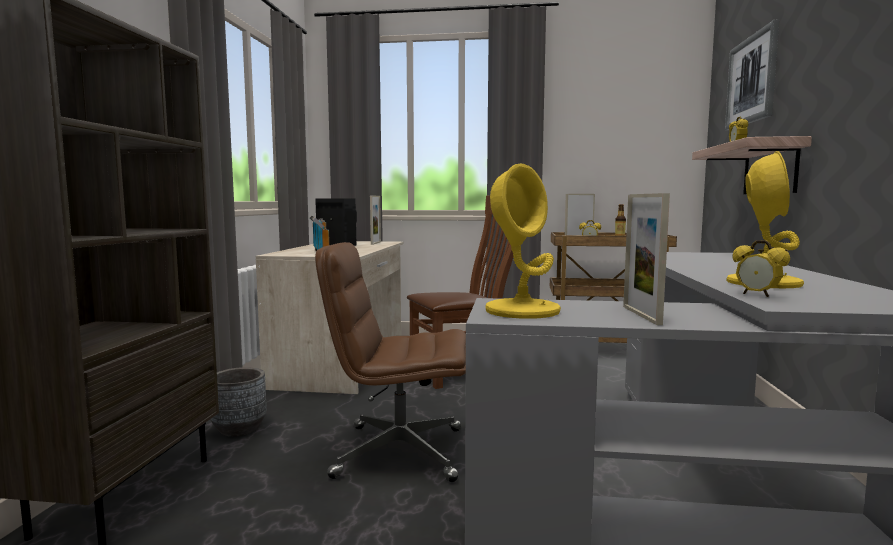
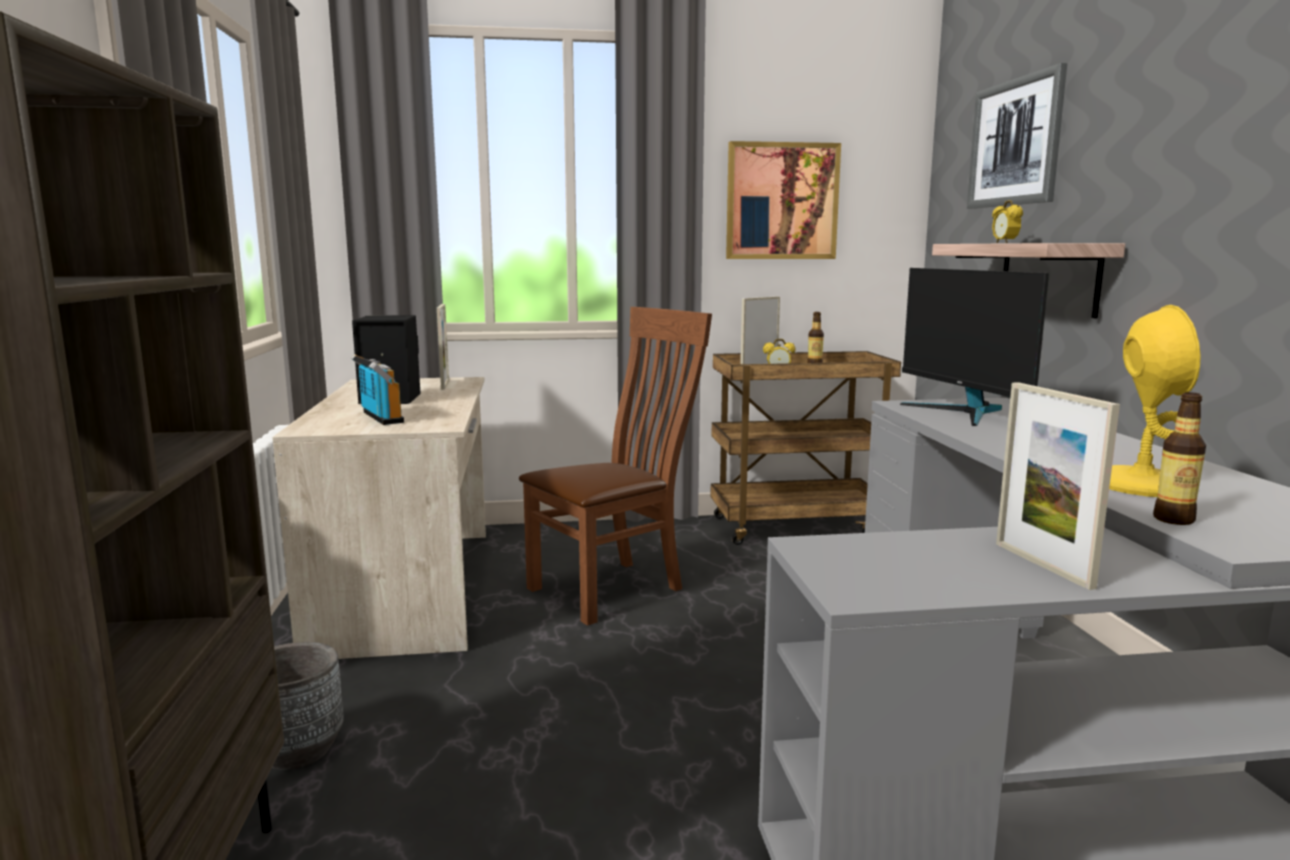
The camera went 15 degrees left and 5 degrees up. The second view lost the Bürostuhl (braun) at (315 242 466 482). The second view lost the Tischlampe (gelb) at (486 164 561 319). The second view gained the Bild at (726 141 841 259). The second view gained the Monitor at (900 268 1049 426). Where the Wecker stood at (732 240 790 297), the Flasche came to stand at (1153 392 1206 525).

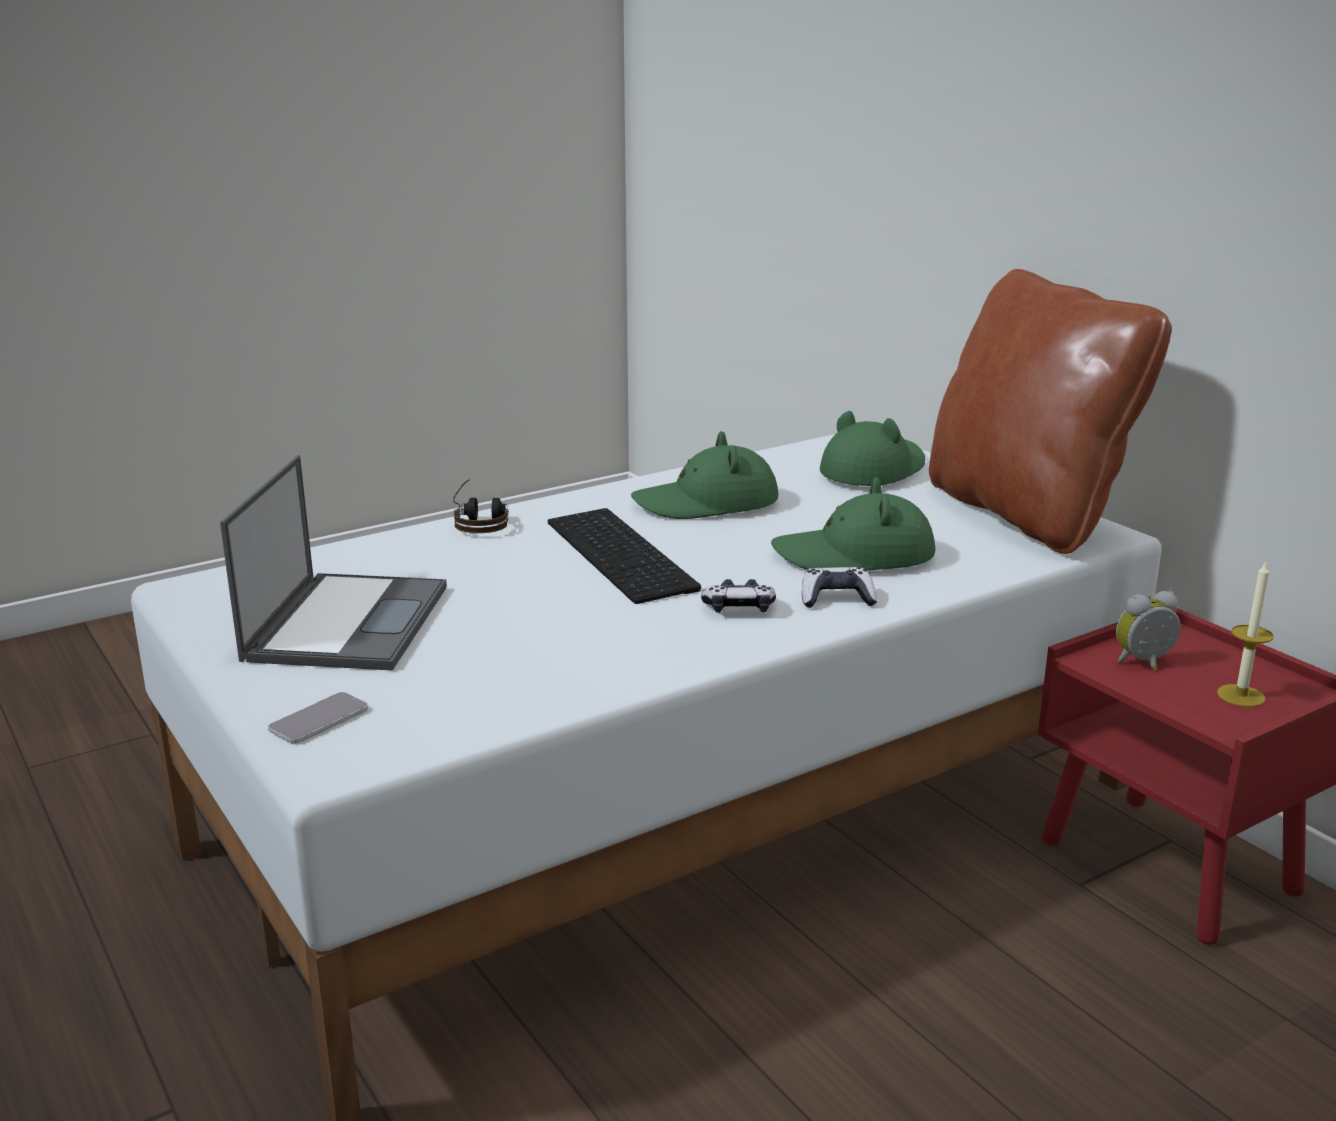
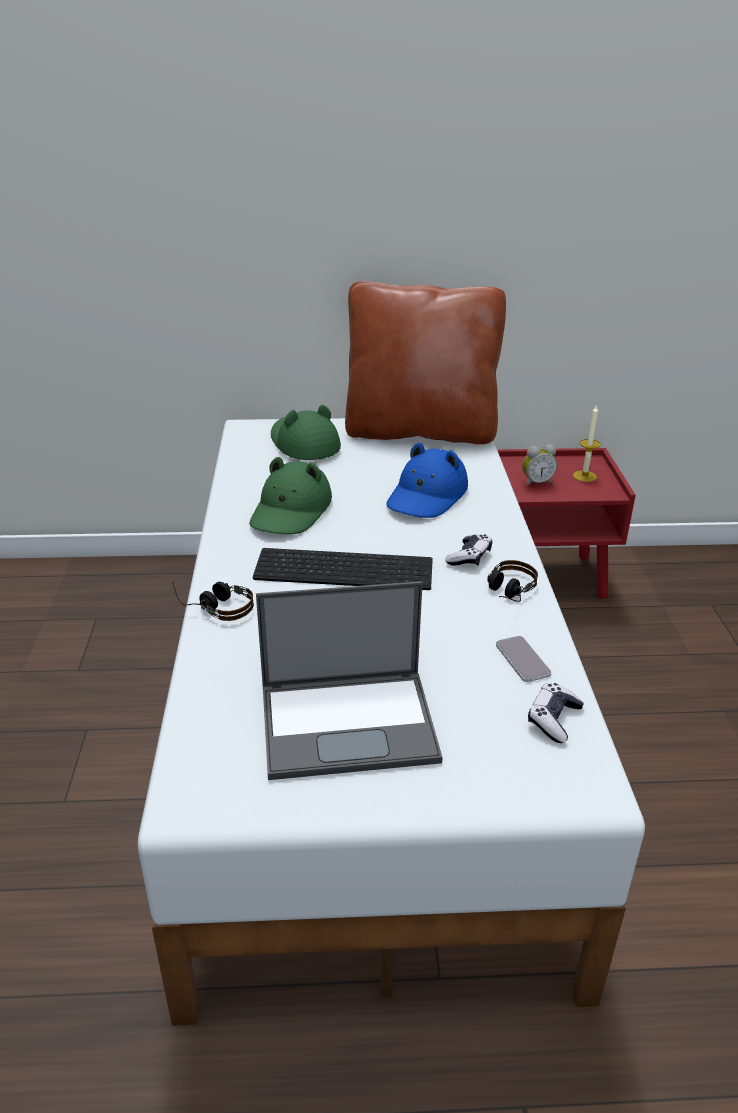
The camera went 60 degrees left and 10 degrees up. The second view gained the Kopfhörer at (487 560 538 602). The Handy ended up elsewhere, having gone from (268 692 368 744) to (496 636 551 682). The Gamepad ended up elsewhere, having gone from (802 567 877 608) to (528 683 584 743). What was the Hut (grün) at (771 477 935 571) turned into the Hut (blau) at (386 443 468 518). The Laptop at (220 455 447 671) ended up facing another way, 135 degrees clockwise from before. The Wecker at (1116 591 1180 671) ended up facing another way, 120 degrees counterclockwise from before.

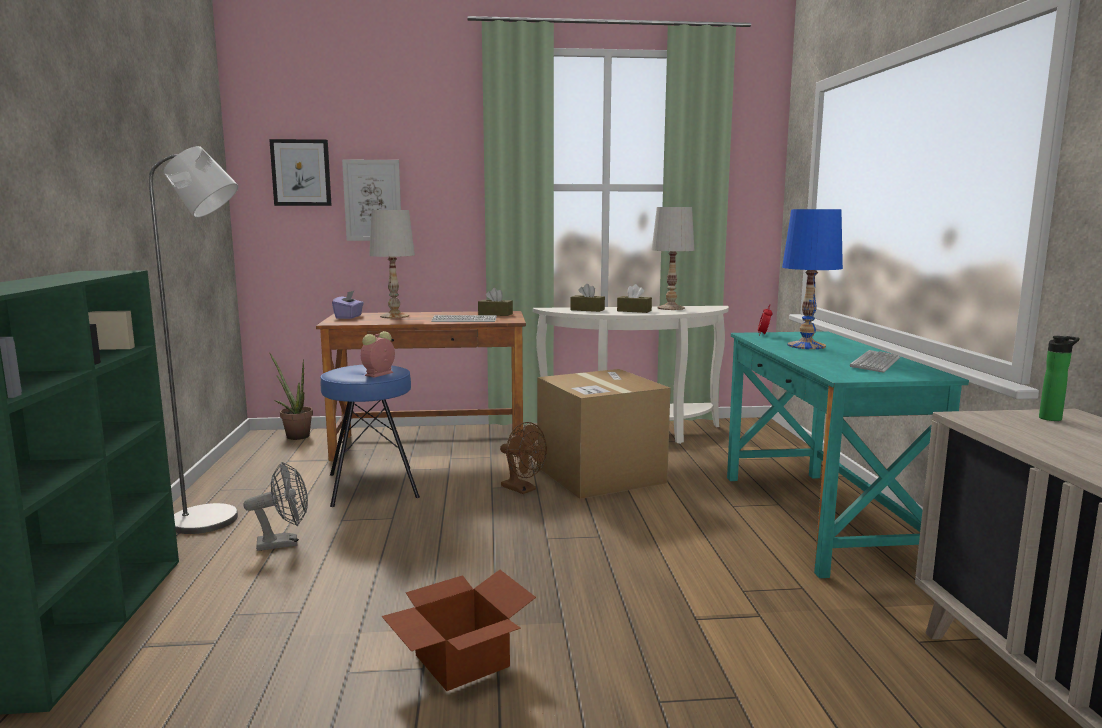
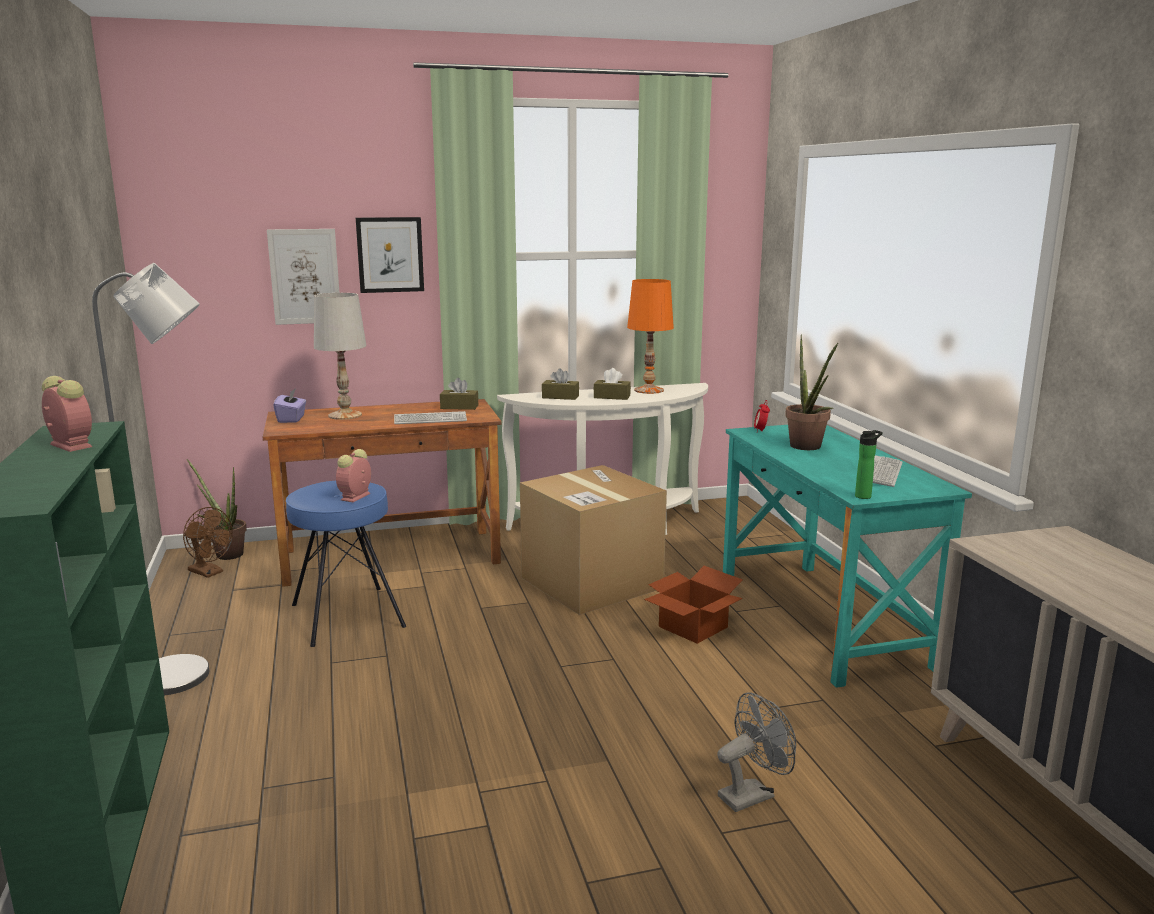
The camera went 10 degrees left and 5 degrees up. The second view gained the Wecker at (42 376 92 452). The Ventilator (grau) ended up elsewhere, having gone from (243 462 308 551) to (717 693 796 812). The Bild ended up elsewhere, having gone from (269 139 332 206) to (356 217 424 293). The Karton ended up elsewhere, having gone from (382 570 536 691) to (644 566 743 644). The Ventilator (braun) ended up elsewhere, having gone from (500 422 547 494) to (183 507 233 578). The Flasche ended up elsewhere, having gone from (1039 336 1080 421) to (855 430 883 499). Where the Tischlampe (blau) stood at (782 209 843 349), the Topfpflanze came to stand at (785 334 838 450). What was the Tischlampe (weiß) at (652 207 694 310) turned into the Tischlampe (orange) at (627 279 674 394).

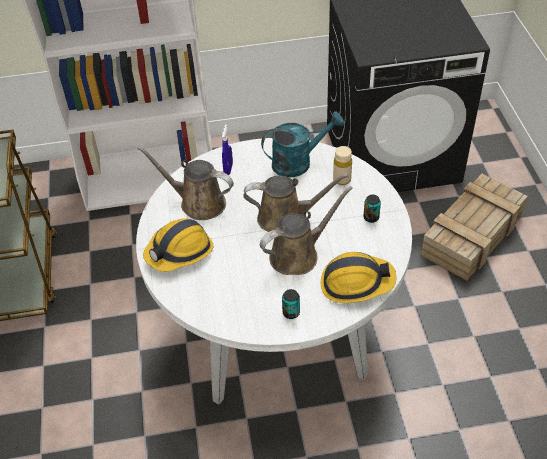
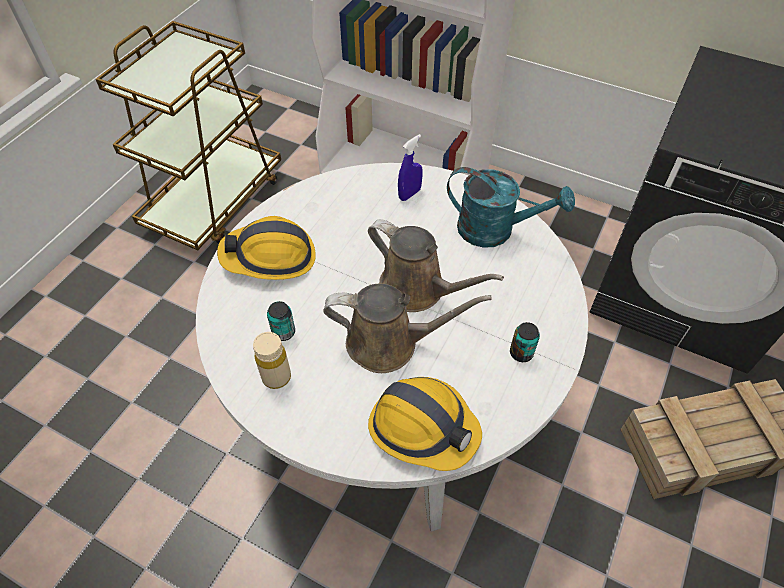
The camera went 35 degrees right and 5 degrees up. The second view lost the Gießkanne (braun) at (137 146 234 220). The Dose ended up elsewhere, having gone from (282 289 300 319) to (267 301 295 341). The Flasche (beige) ended up elsewhere, having gone from (333 146 352 185) to (253 332 291 389).

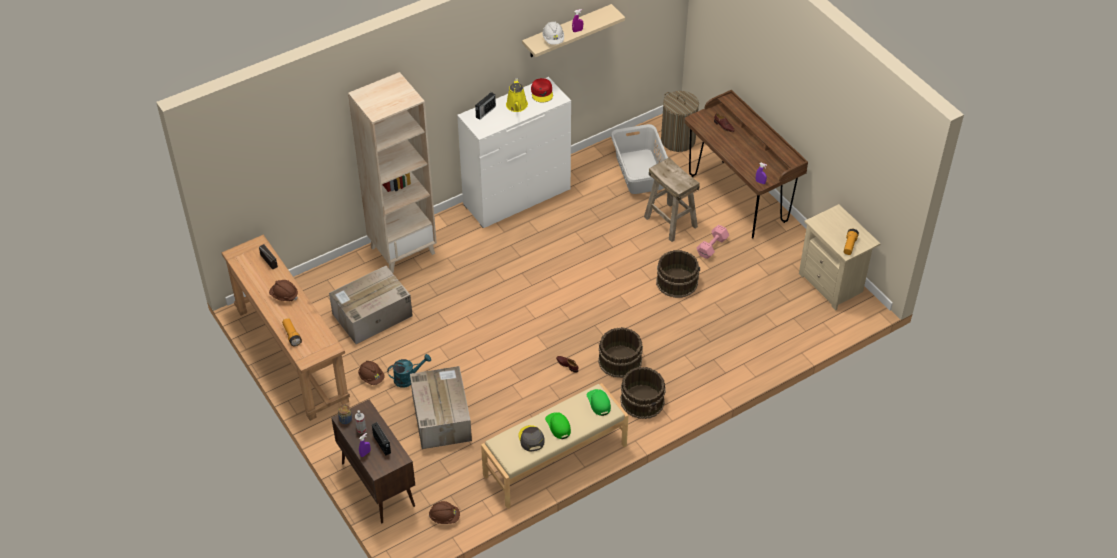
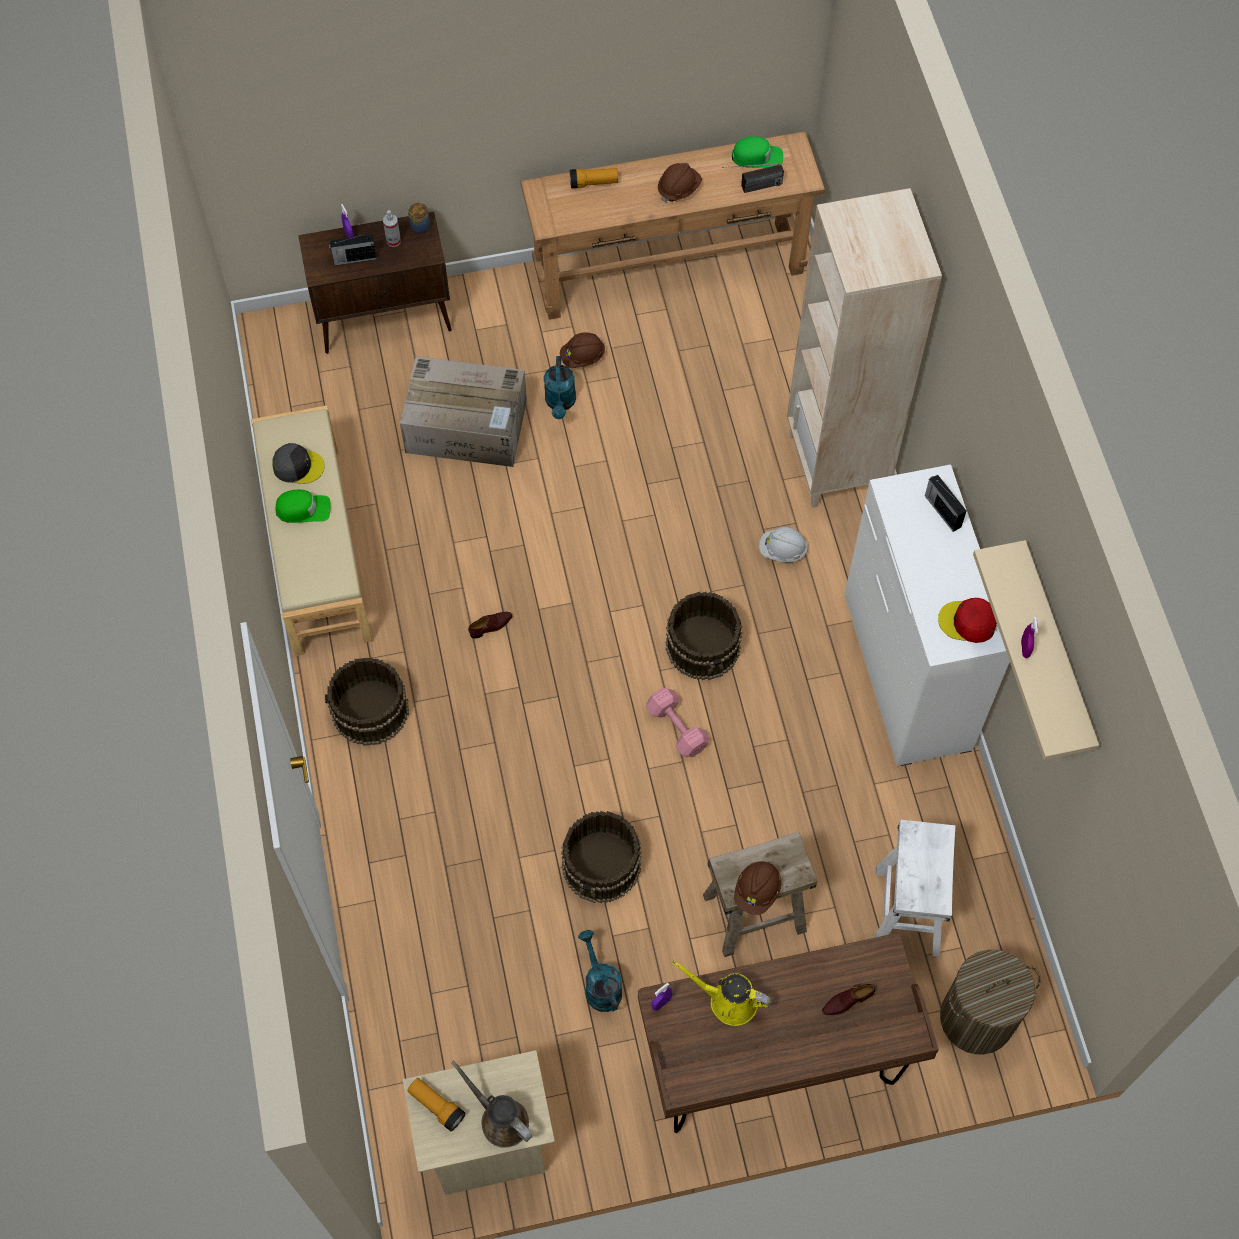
The camera went 110 degrees right and 15 degrees up. The second view lost the Karton at (329 266 413 344). The second view gained the Gießkanne (braun) at (451 1060 533 1148). The second view gained the Gießkanne (türkis) at (578 930 622 1012). The Schutzhelm (braun) ended up elsewhere, having gone from (429 501 460 524) to (734 861 782 915). The Gießkanne (gelb) ended up elsewhere, having gone from (506 78 528 112) to (672 961 772 1026). The Schutzhelm (weiß) ended up elsewhere, having gone from (542 22 564 45) to (759 527 808 562). The Kappe (grün) ended up elsewhere, having gone from (587 389 611 416) to (732 136 783 168). The Eimer (braun) ended up elsewhere, having gone from (598 327 643 378) to (666 592 742 680). The Hantel (rosa) ended up elsewhere, having gone from (697 225 729 259) to (646 688 710 757). Where the Wäschekorb (grau) stood at (611 124 668 194), the Hocker (weiß) came to stand at (873 820 955 957).

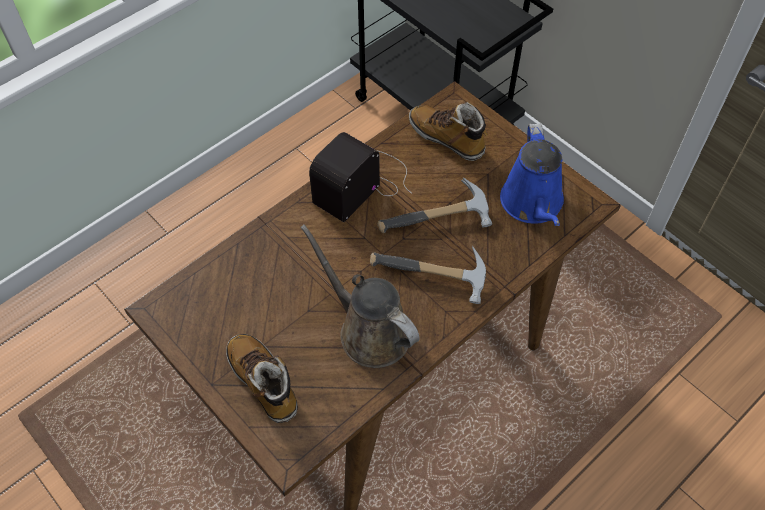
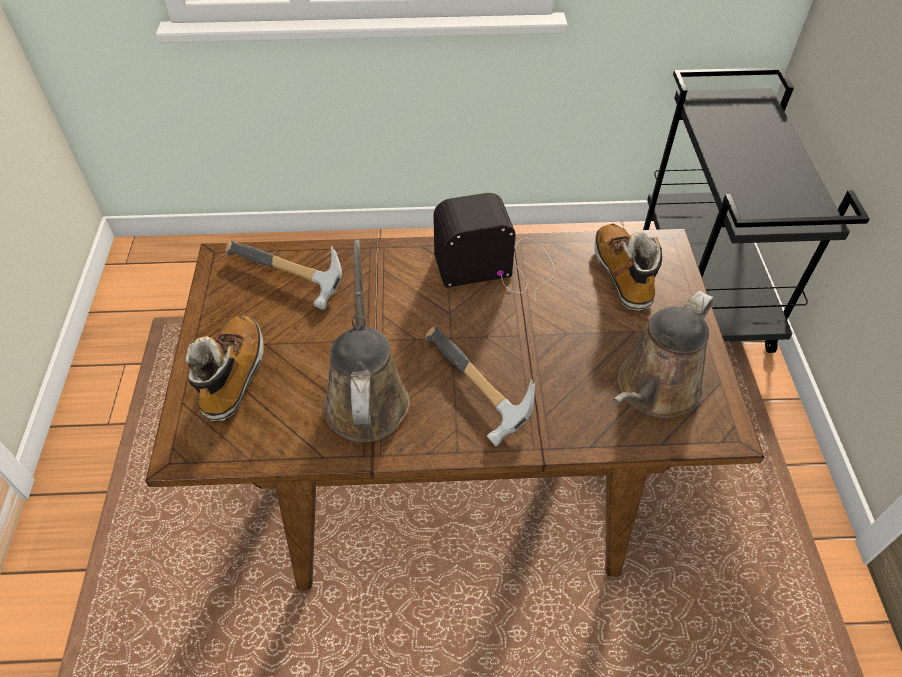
The camera went 40 degrees right and 5 degrees down. The Hammer ended up elsewhere, having gone from (378 177 492 233) to (225 240 342 310). What was the Gießkanne (blau) at (500 123 564 226) turned into the Gießkanne (braun) at (613 291 714 418).

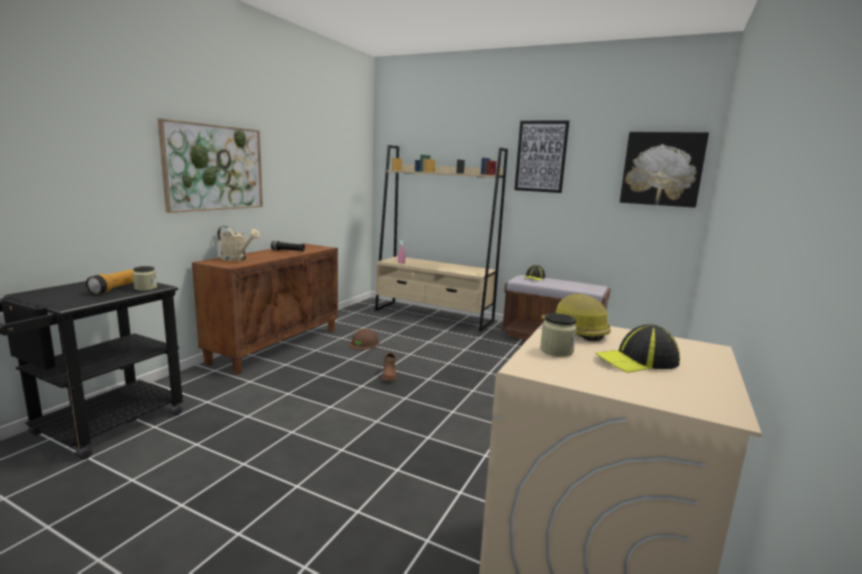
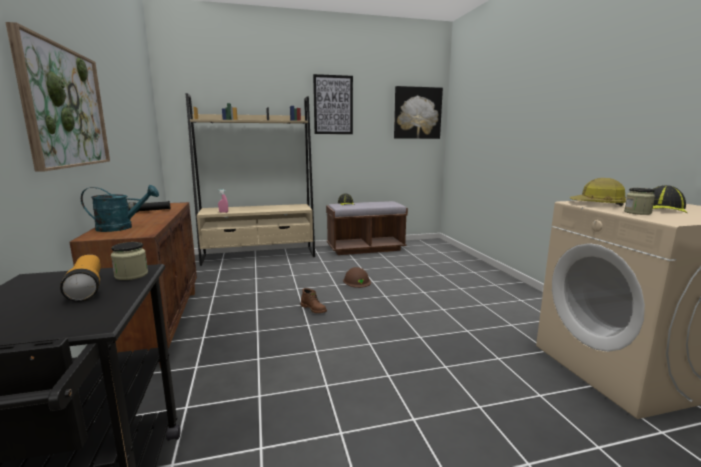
The camera went 40 degrees left and 0 degrees up. The Schutzhelm (braun) ended up elsewhere, having gone from (349 328 380 350) to (343 267 371 288). What was the Gießkanne (beige) at (217 226 260 261) turned into the Gießkanne (türkis) at (81 185 159 232).

